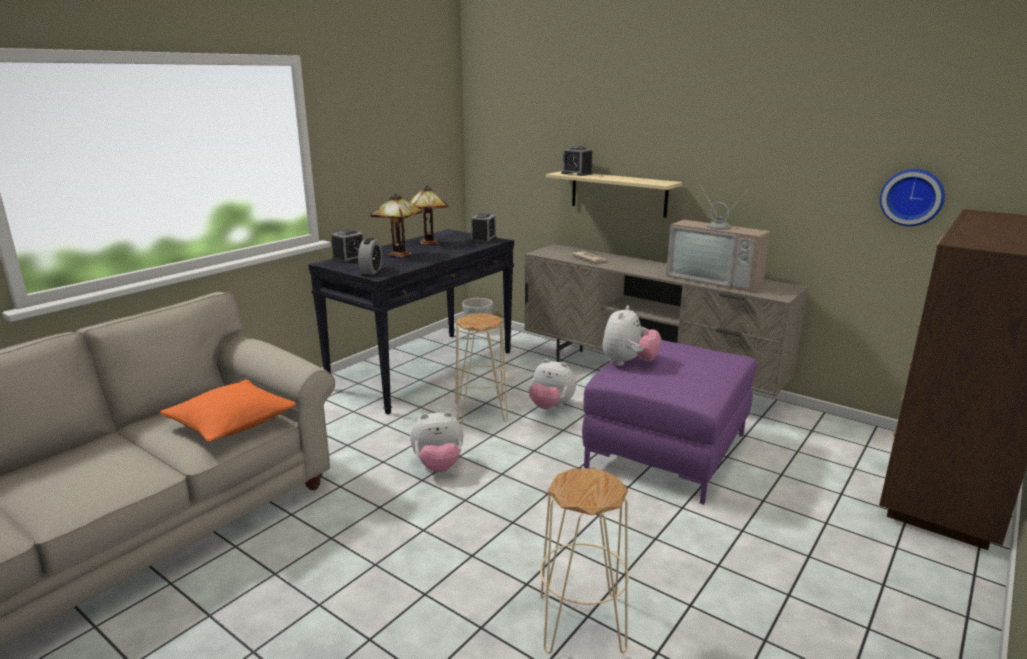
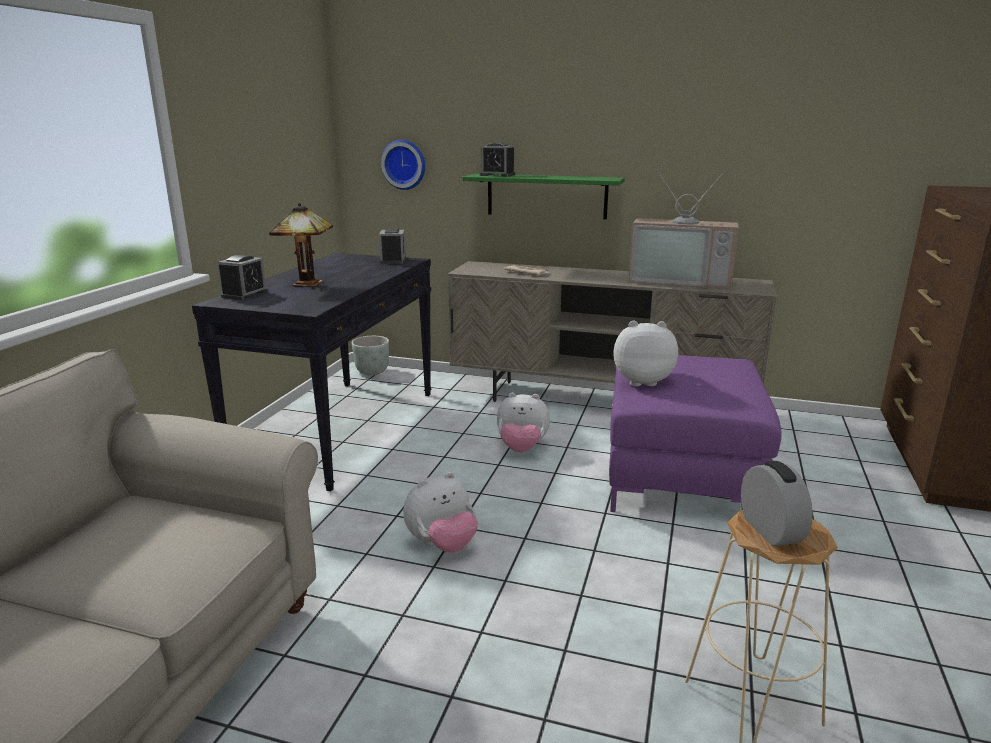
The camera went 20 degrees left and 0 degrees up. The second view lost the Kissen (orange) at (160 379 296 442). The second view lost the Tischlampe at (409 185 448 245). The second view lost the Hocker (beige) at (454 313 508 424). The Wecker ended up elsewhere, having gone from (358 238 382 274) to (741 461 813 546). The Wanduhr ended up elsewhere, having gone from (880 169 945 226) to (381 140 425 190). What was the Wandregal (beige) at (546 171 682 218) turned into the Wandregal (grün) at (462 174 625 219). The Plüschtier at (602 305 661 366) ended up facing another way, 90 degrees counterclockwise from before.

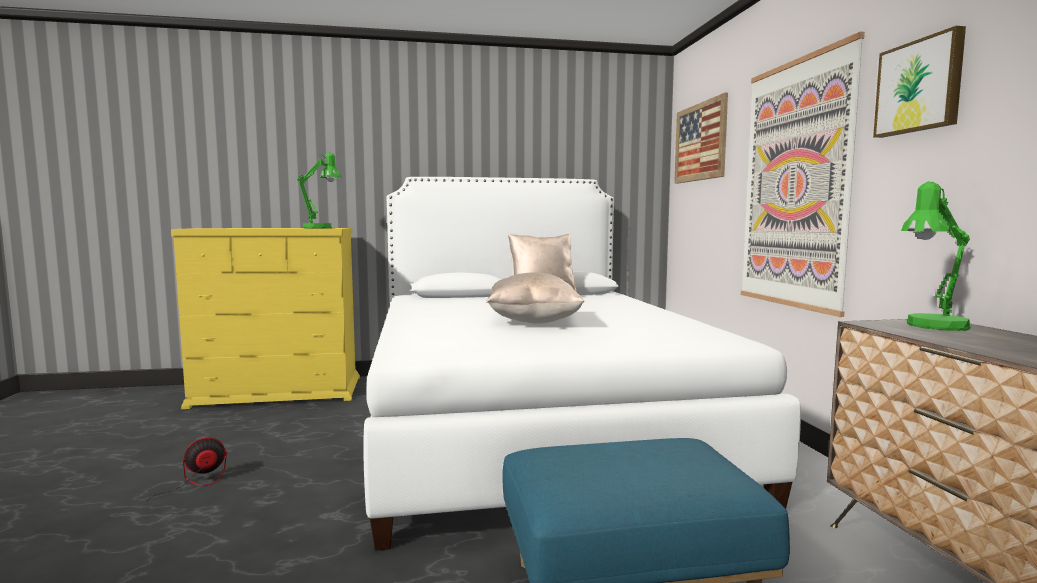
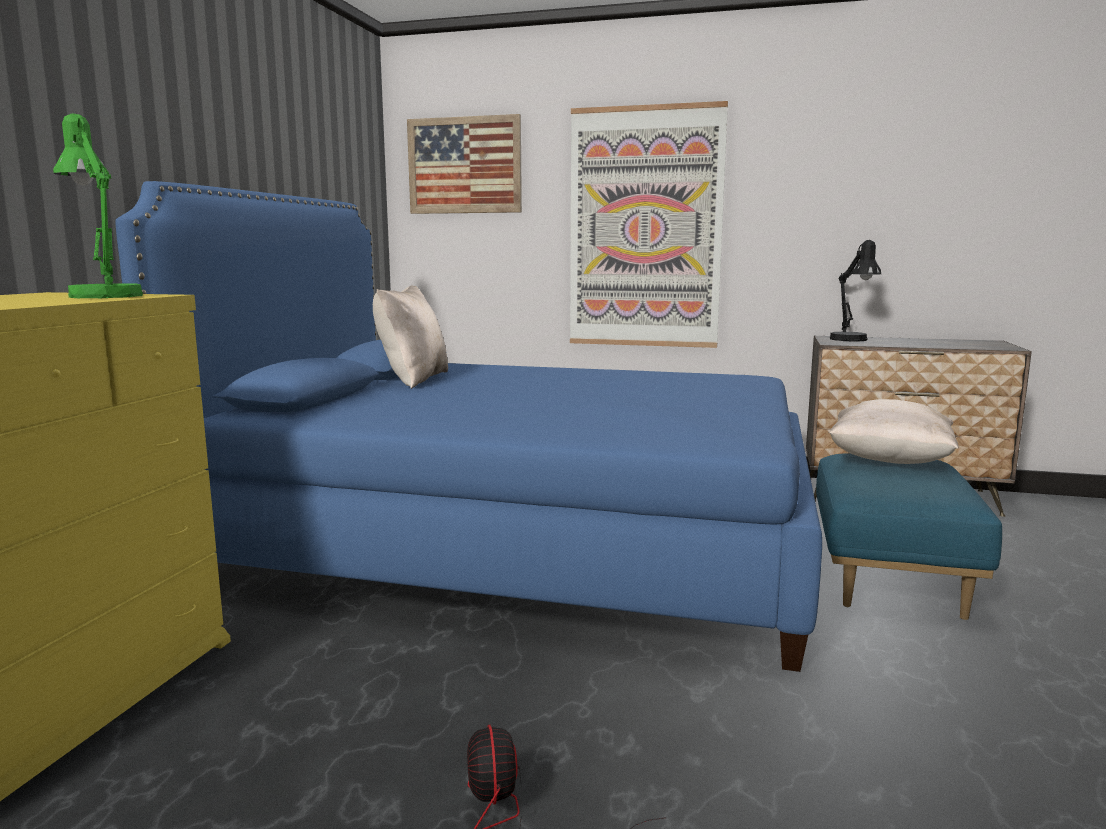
The camera went 65 degrees left and 5 degrees up. The second view lost the Bild at (873 26 966 138). The Kissen (beige) ended up elsewhere, having gone from (486 272 584 324) to (828 399 959 464). What was the Bett (weiß) at (363 177 801 551) turned into the Bett (blau) at (115 181 822 672). What was the Tischlampe (grün) at (901 182 971 331) turned into the Tischlampe (schwarz) at (830 240 881 342).

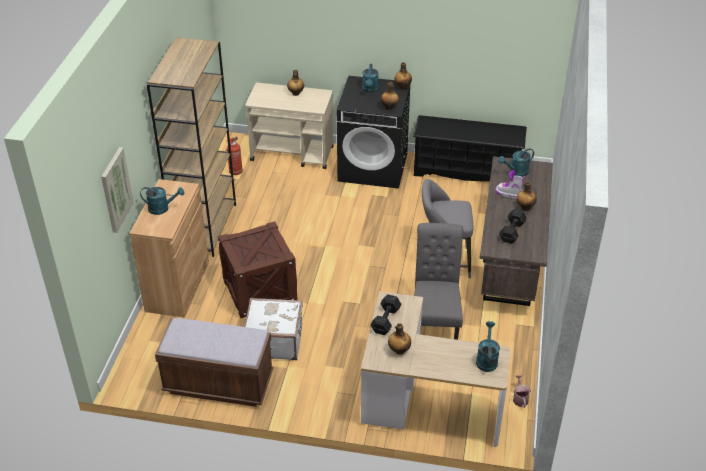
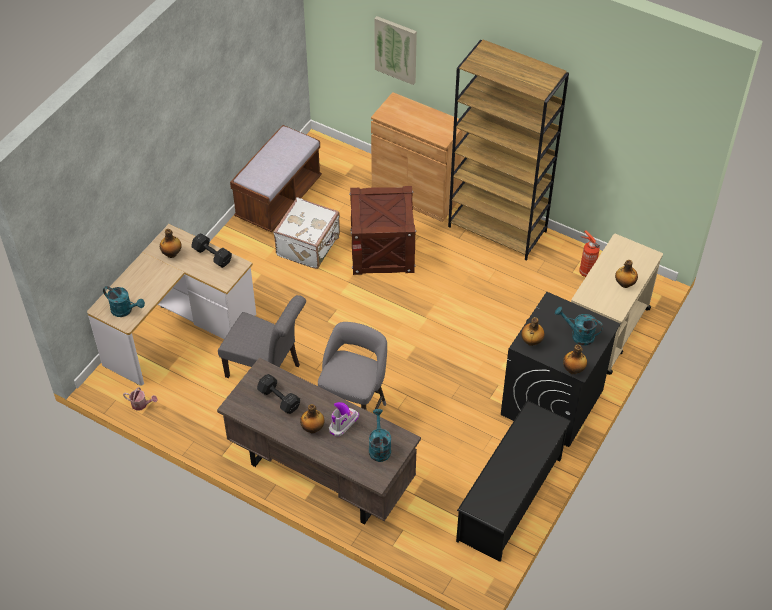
The camera went 110 degrees right and 10 degrees up. The second view lost the Gießkanne (türkis) at (140 187 184 215).

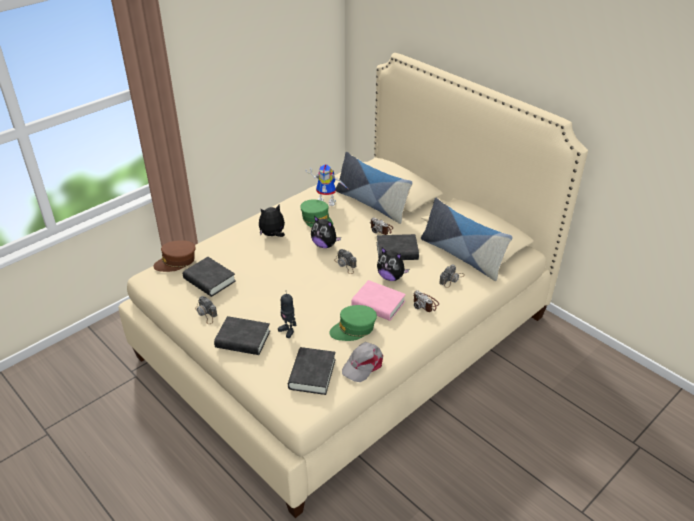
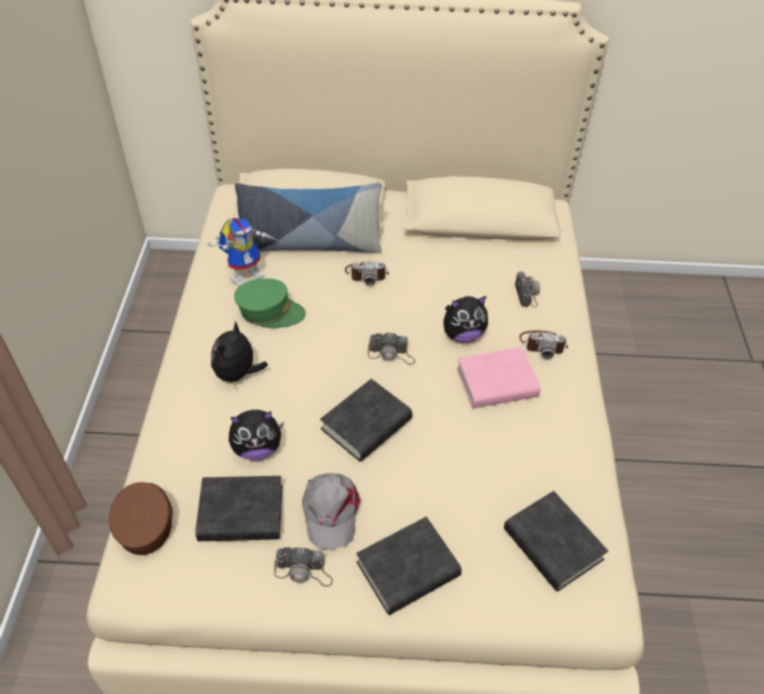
The camera went 45 degrees left and 10 degrees up. The second view lost the Spielzeugroboter at (278 294 296 338). The second view lost the Kappe (grün) at (329 305 377 341). The second view lost the Kissen at (421 198 513 281). The Plüschtier ended up elsewhere, having gone from (311 216 341 248) to (229 410 284 460). The Kappe (grau) ended up elsewhere, having gone from (342 342 383 382) to (302 473 360 549). The Buch (schwarz) ended up elsewhere, having gone from (377 234 419 260) to (320 379 412 462). The Kappe (braun) at (153 240 196 272) ended up facing another way, 150 degrees clockwise from before.

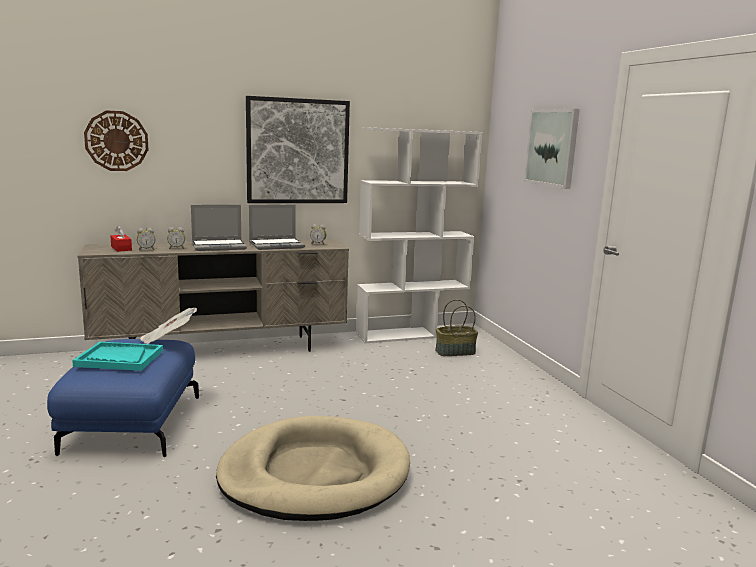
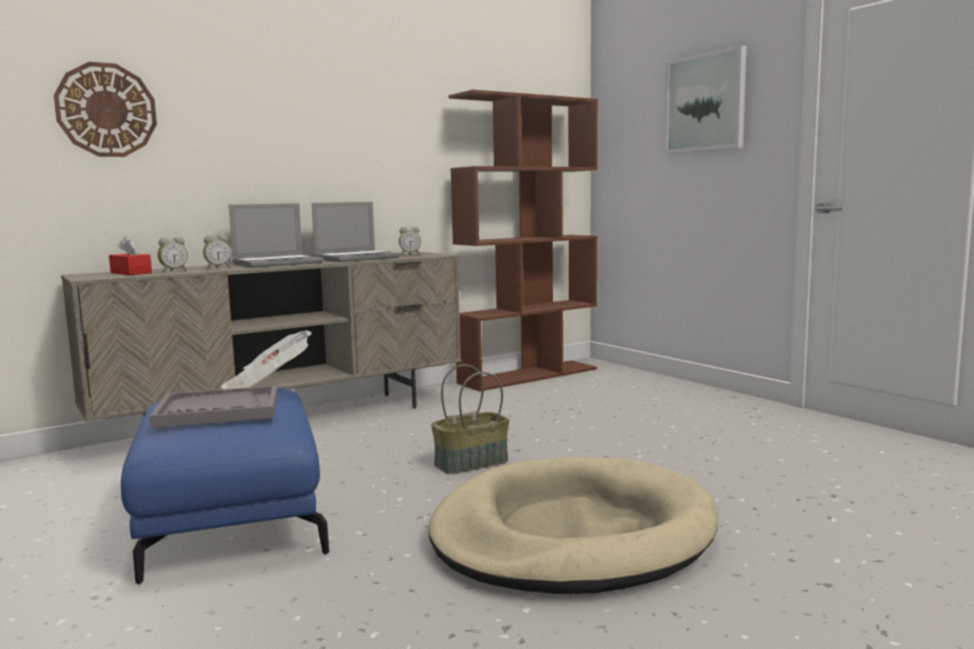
The camera went 15 degrees left and 5 degrees down. The second view lost the Bild at (246 96 350 203). The Korb ended up elsewhere, having gone from (435 299 478 356) to (431 364 509 474). What was the Tablett (türkis) at (72 342 163 371) turned into the Tablett (grau) at (150 386 278 428). What was the Bücherregal (weiß) at (356 127 483 343) turned into the Bücherregal (braun) at (449 90 598 391).

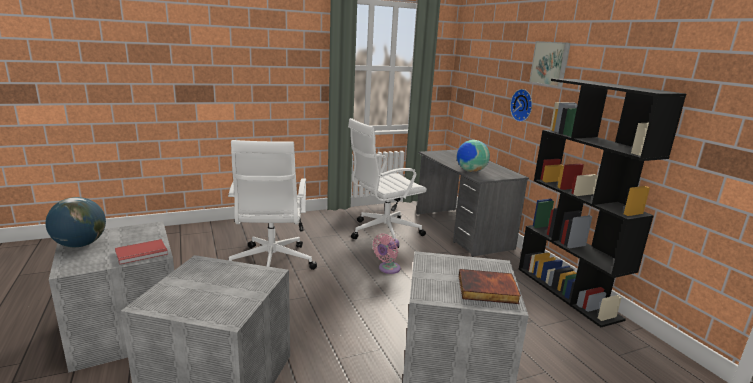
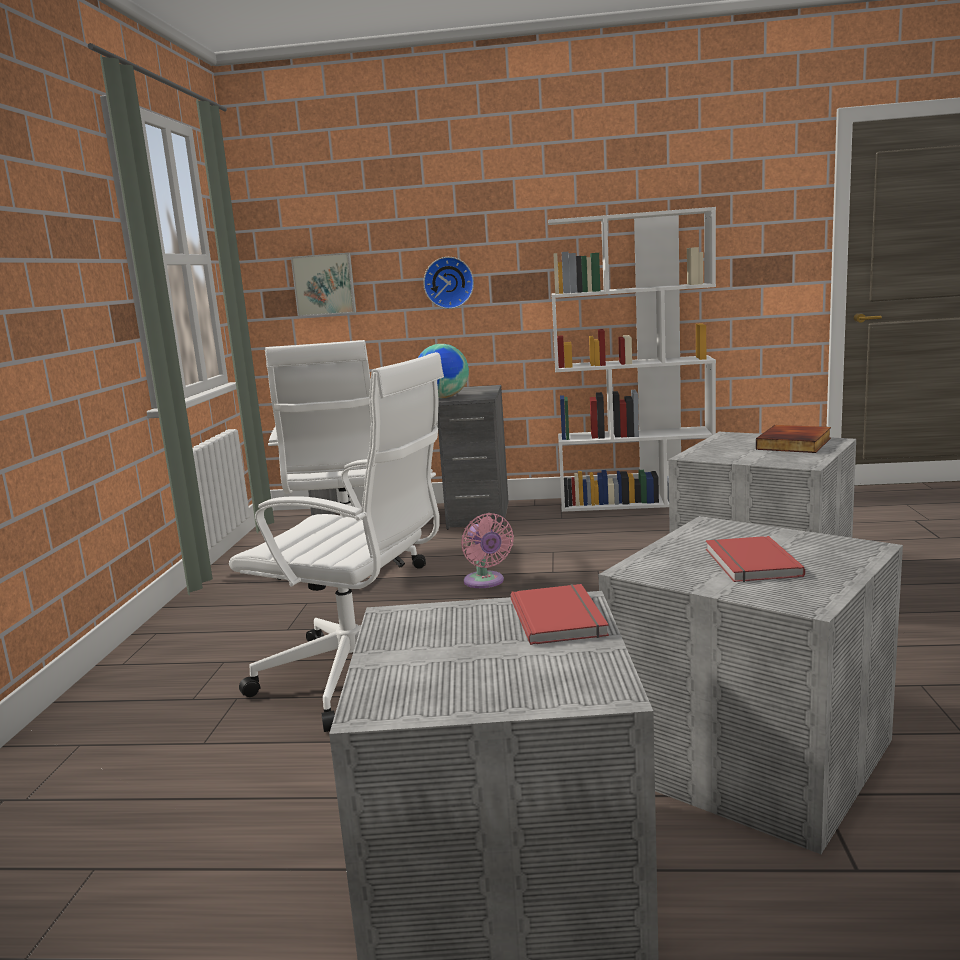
The camera went 60 degrees left and 5 degrees down. The second view lost the Globus at (46 197 106 247). The second view gained the Buch (rot) at (706 536 805 582). The Bild ended up elsewhere, having gone from (529 41 570 87) to (291 253 356 317). What was the Bücherregal (schwarz) at (519 79 686 327) turned into the Bücherregal (weiß) at (548 207 716 512).

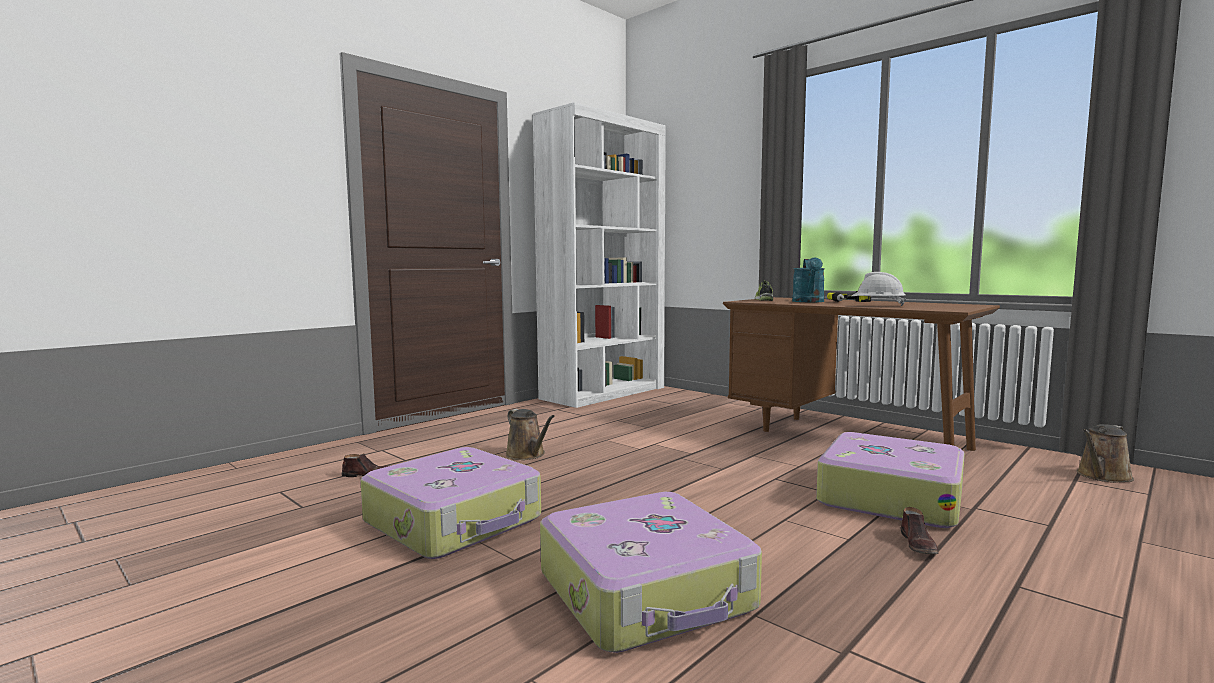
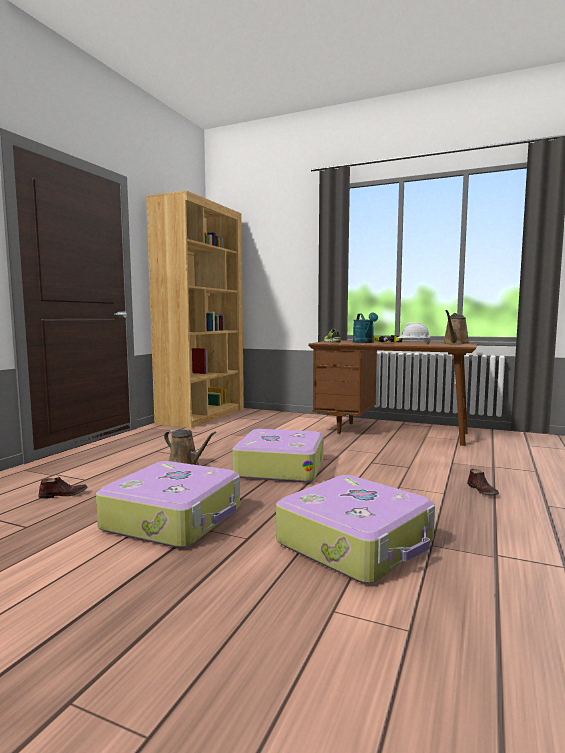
The camera went 20 degrees left and 0 degrees up. The Koffer ended up elsewhere, having gone from (816 432 965 528) to (232 429 324 483). The Gießkanne (braun) ended up elsewhere, having gone from (1076 424 1134 483) to (443 310 470 344). What was the Bücherregal (weiß) at (533 102 666 408) turned into the Bücherregal (braun) at (146 190 244 428).

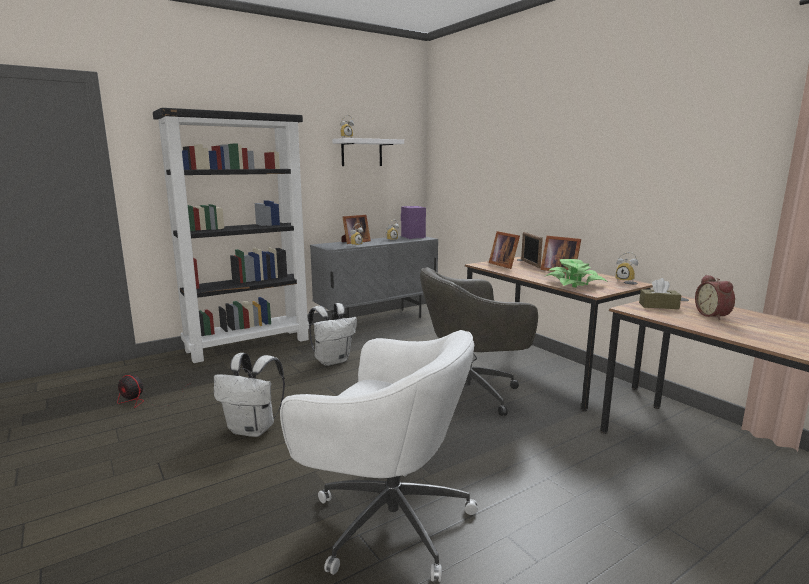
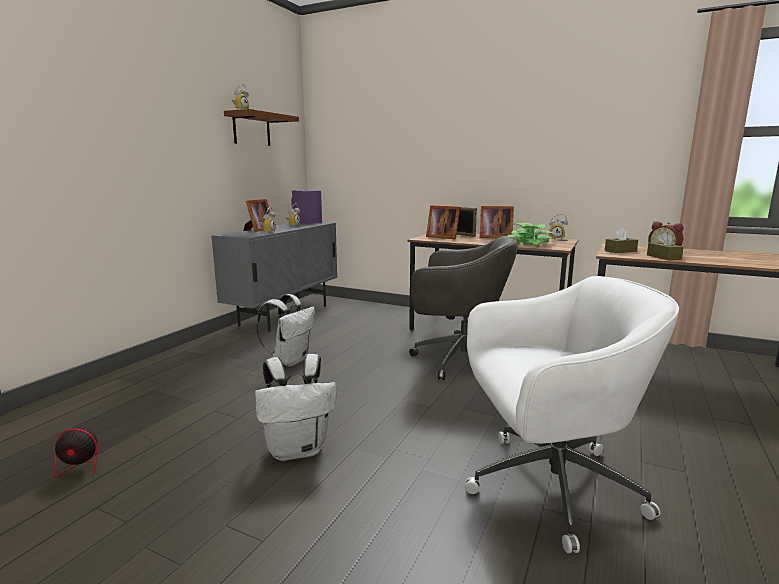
The camera went 30 degrees left and 0 degrees up. The second view lost the Bücherregal (schwarz) at (153 108 309 363). The second view gained the Taschentuchbox (braun) at (647 232 684 260). What was the Wandregal (weiß) at (332 138 404 166) turned into the Wandregal (braun) at (224 109 299 146). The Bürostuhl (grau) at (420 267 538 416) ended up facing another way, 120 degrees counterclockwise from before.

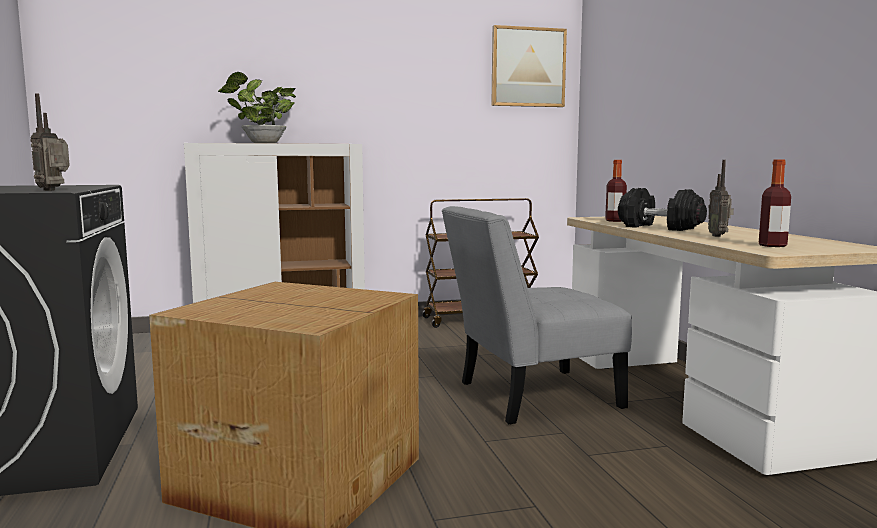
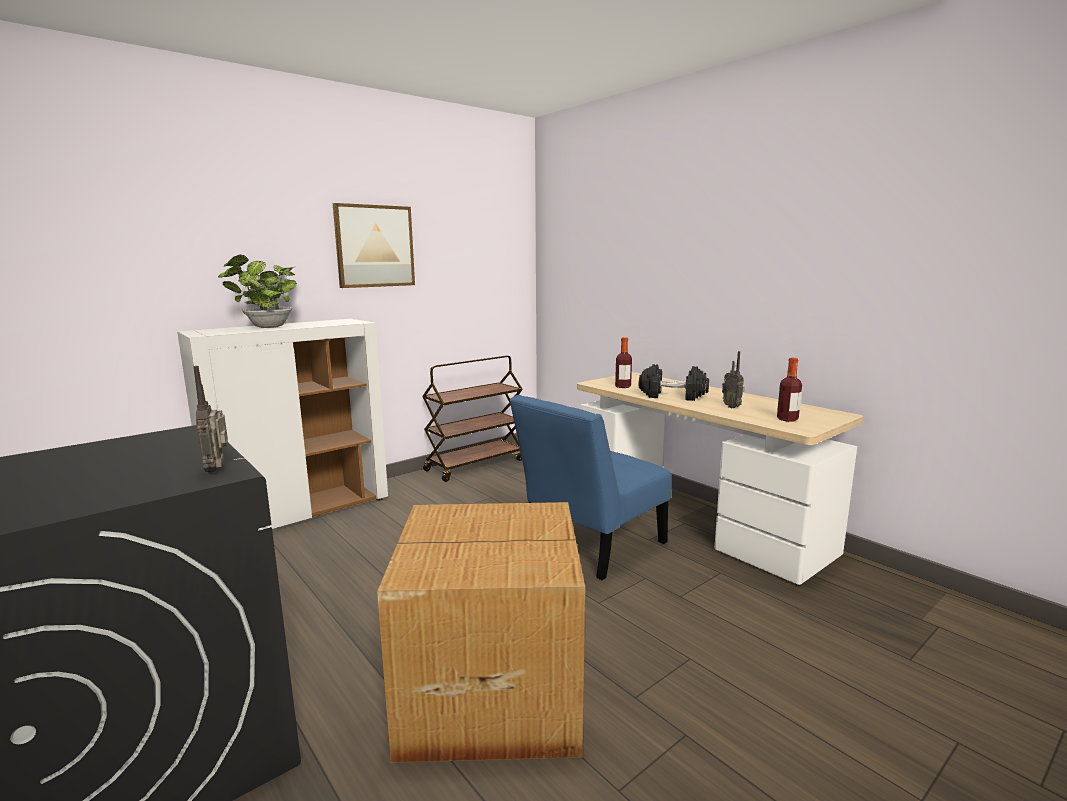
The camera went 25 degrees left and 5 degrees up. The Bild ended up elsewhere, having gone from (491 25 567 107) to (333 203 415 288). What was the Stuhl (grau) at (442 206 632 424) turned into the Stuhl (blau) at (510 395 671 580).

